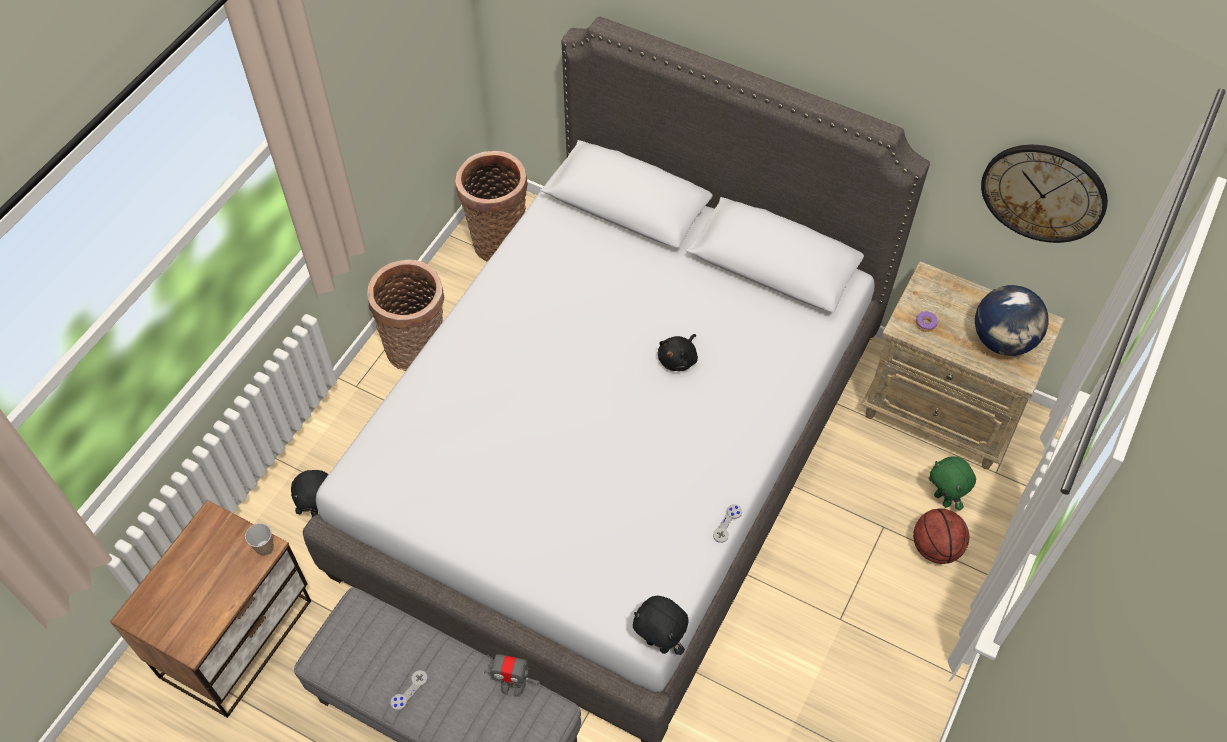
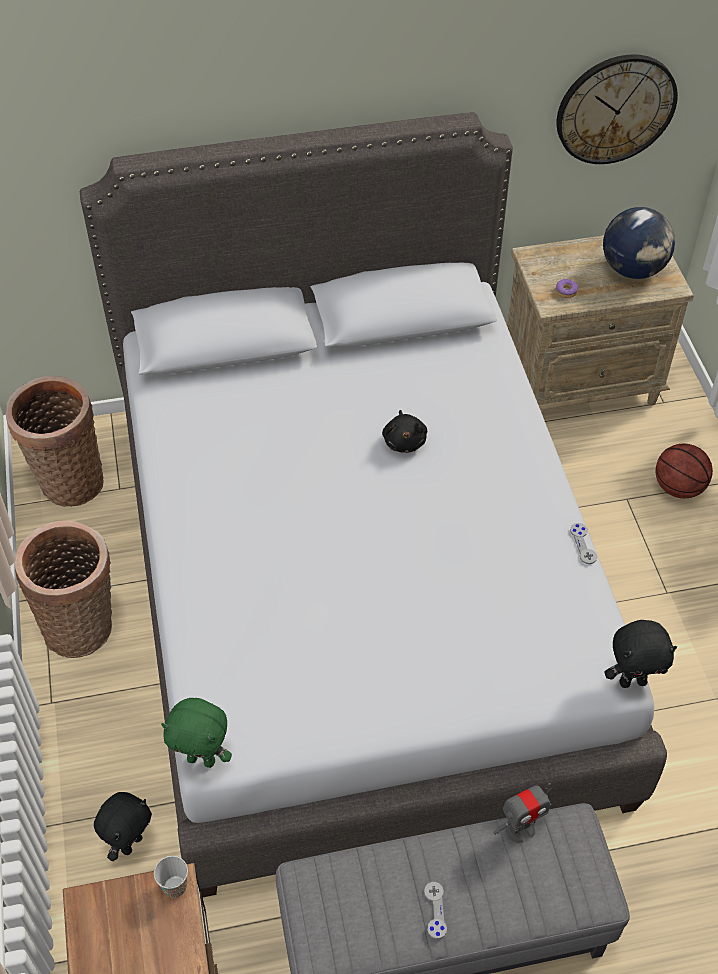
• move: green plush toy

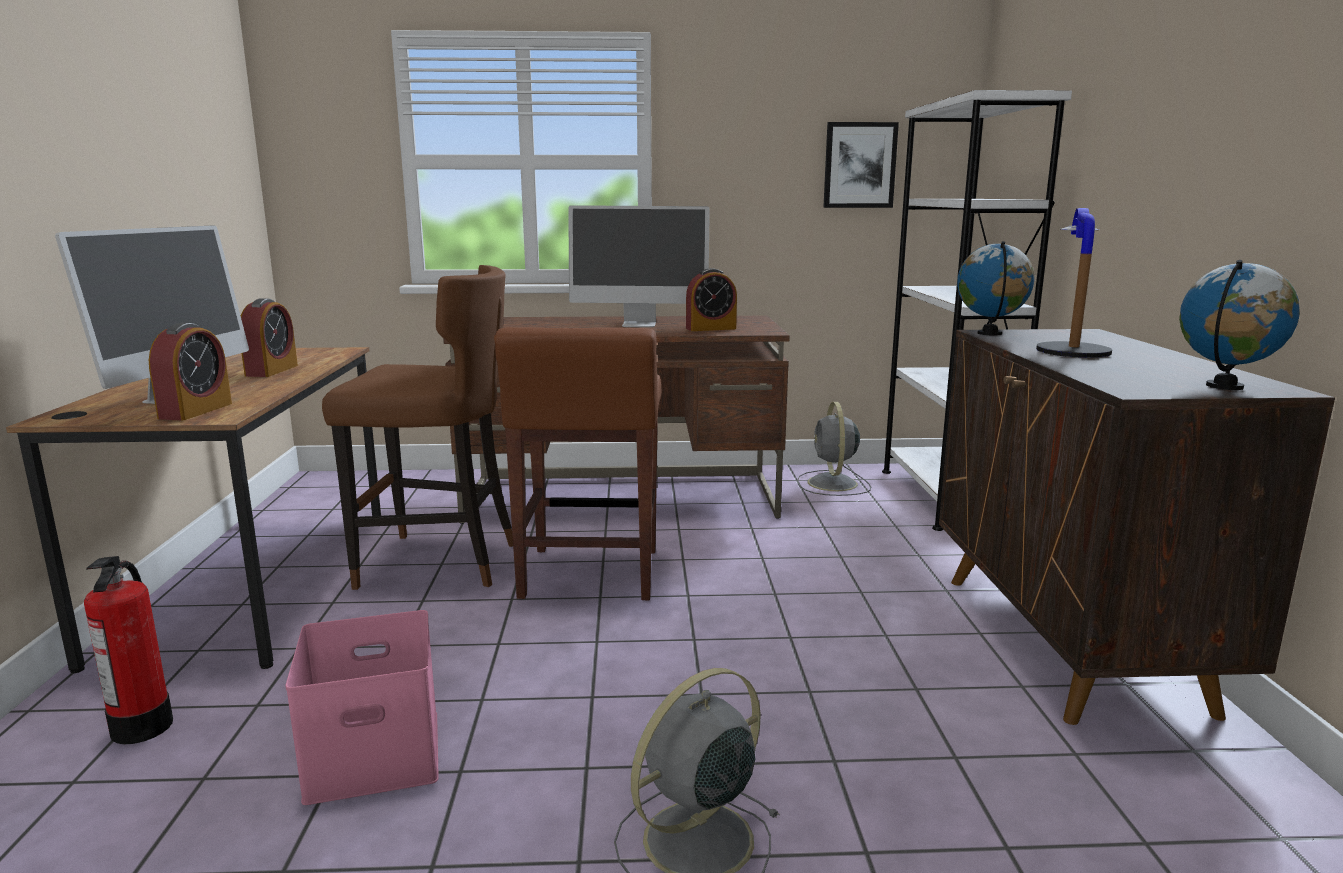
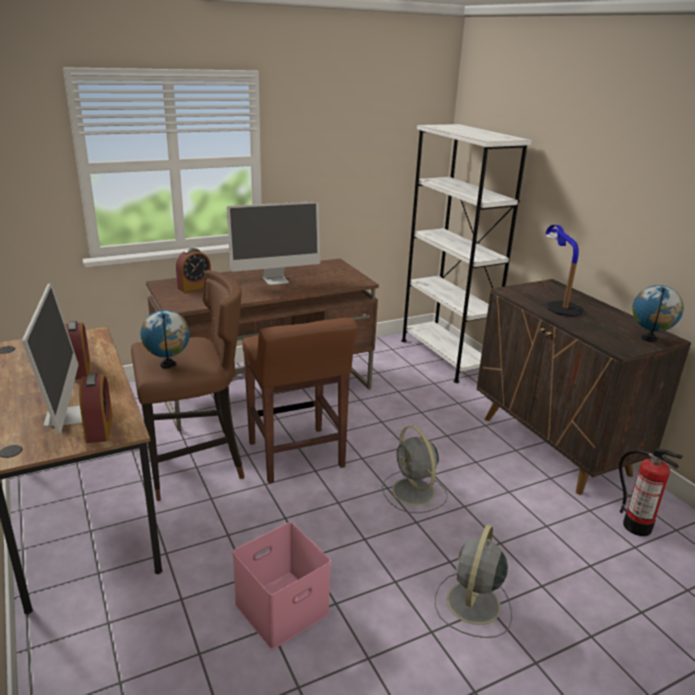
• delete: picture
• move: globe (1st from left)
• move: alarm clock (3rd from left)
• move: grey fan (2nd from left in the first image) to grey fan (1st from left)
• move: fire extinguisher

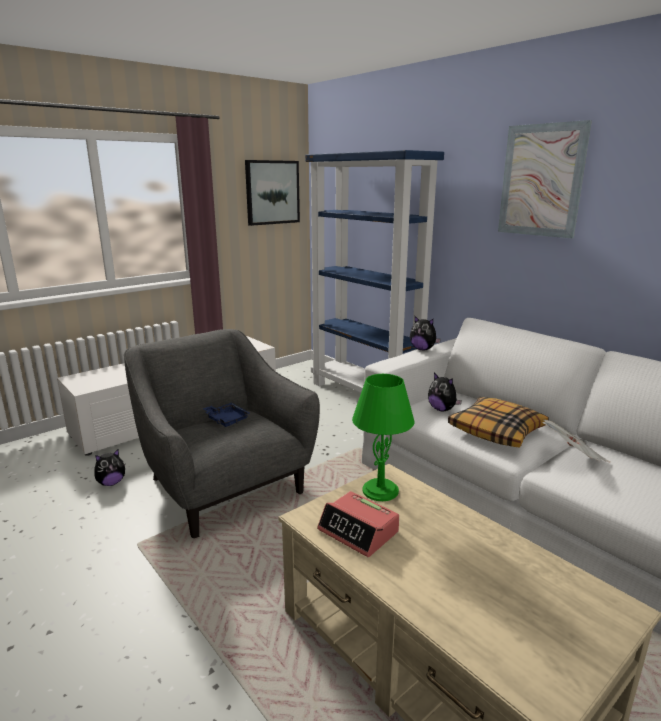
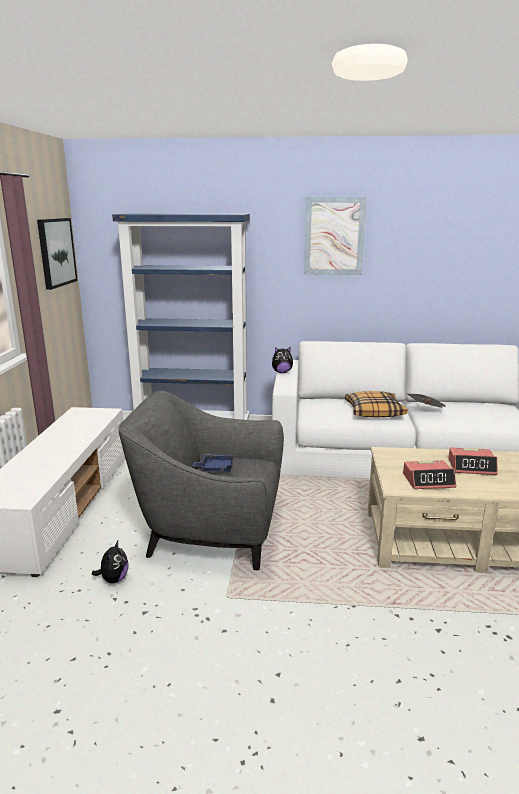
• delete: plush toy (3rd from left)
• delete: green table lamp
• insert: alarm clock (2nd from left)

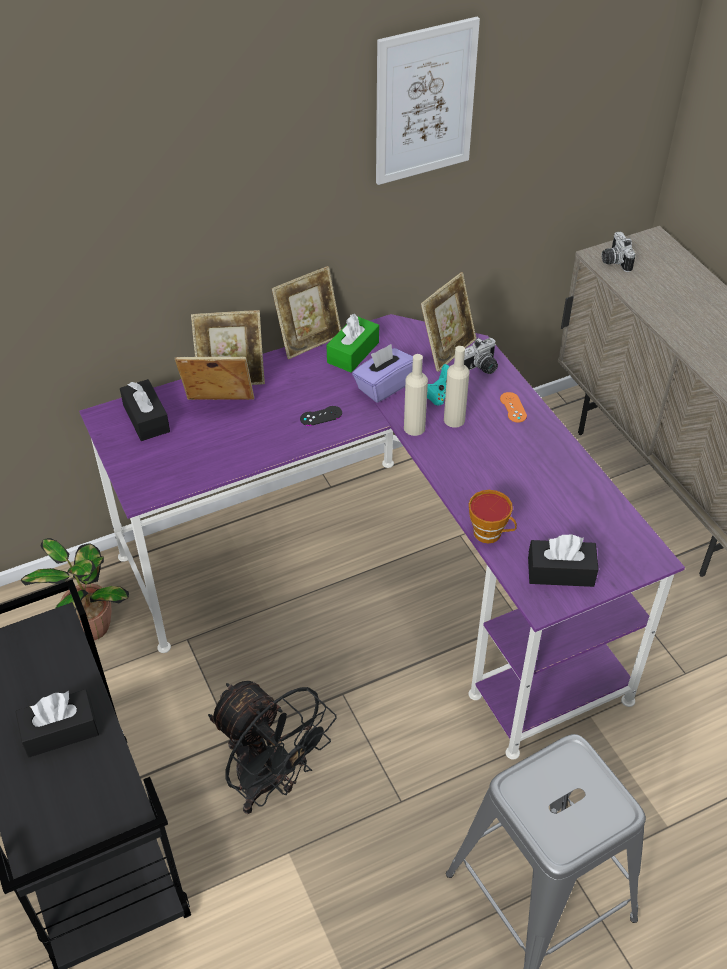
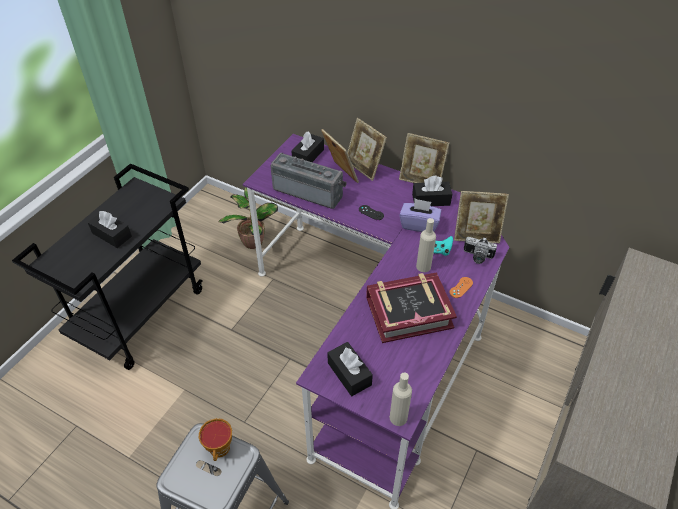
• delete: picture
• delete: photo camera (2nd from left)
• recolor: green tissue box to black tissue box (4th from left)
• move: beige bottle (1st from left)
• move: cup
• delete: black fan
• insert: radio
• insert: book

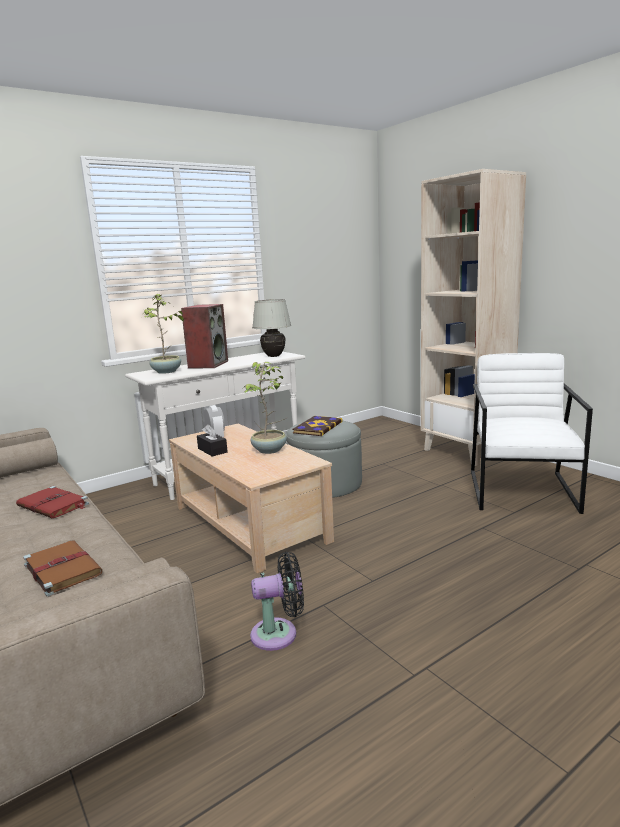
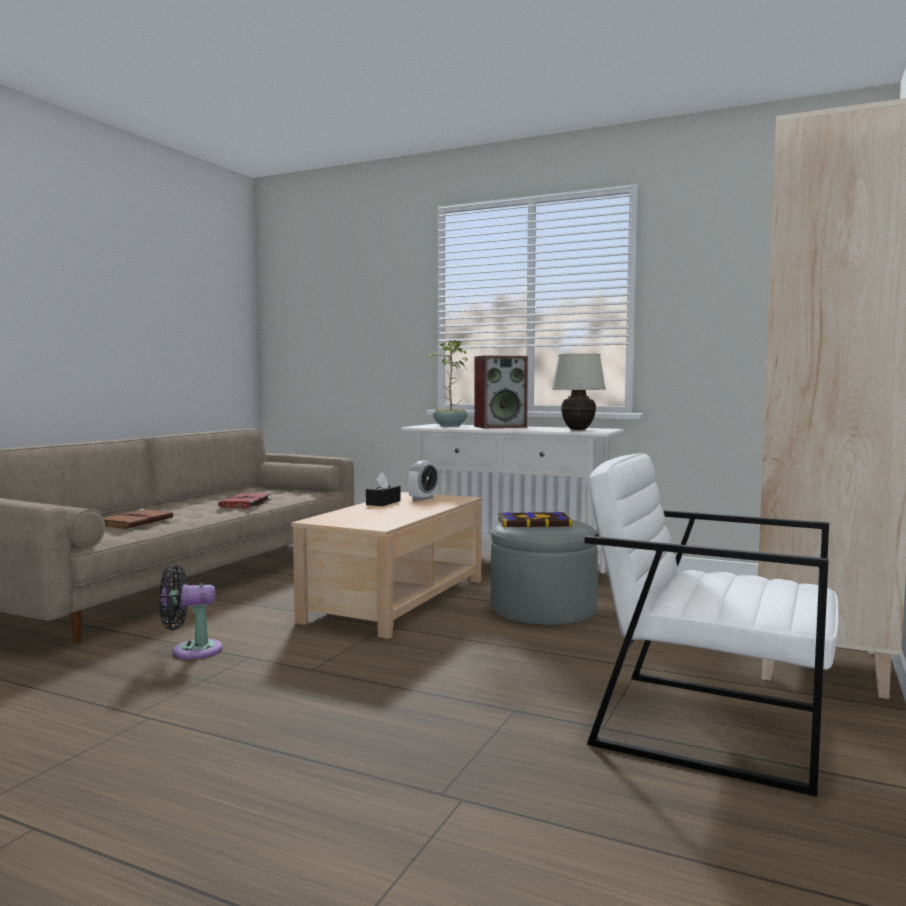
• rotate: white armchair 135 degrees counterclockwise
• delete: potted plant (2nd from left)
• rotate: black fan 120 degrees clockwise

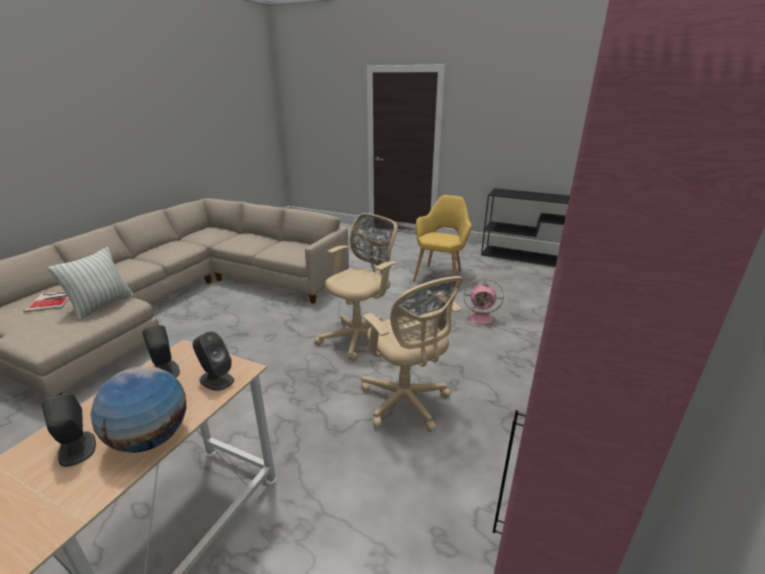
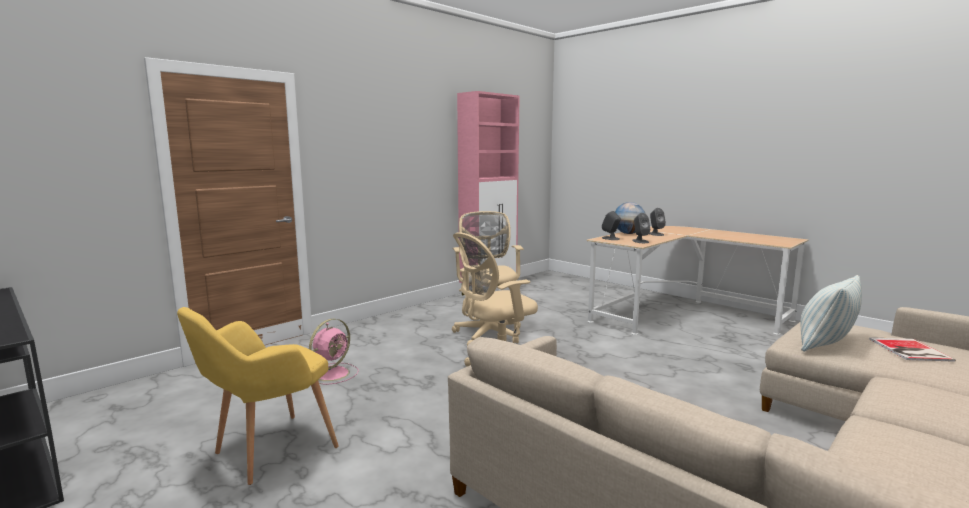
• rotate: pink fan 90 degrees clockwise

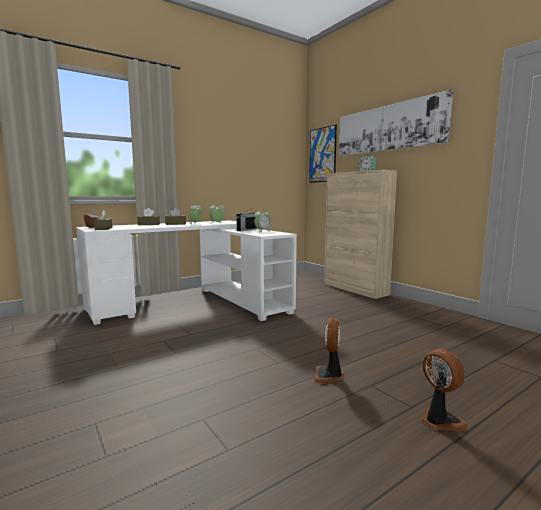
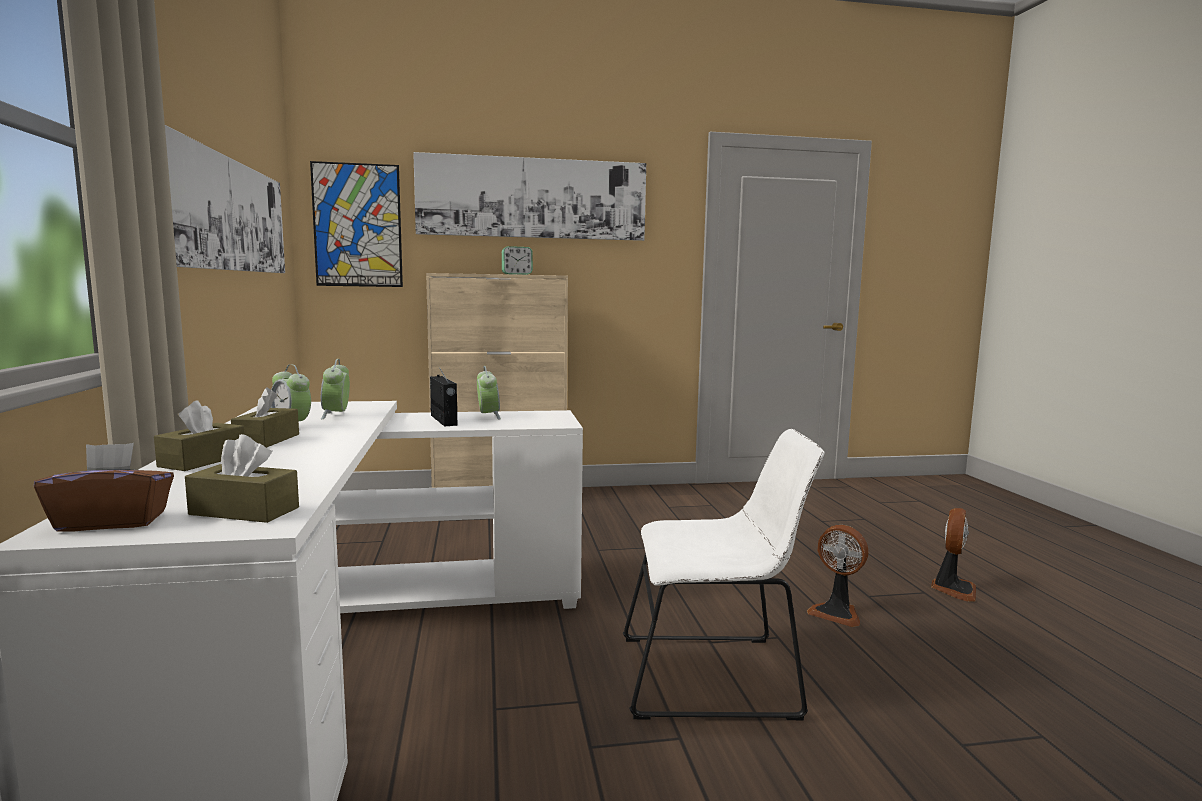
• rotate: fan (2nd from left) 120 degrees clockwise
• insert: picture (1st from left)
• insert: white chair

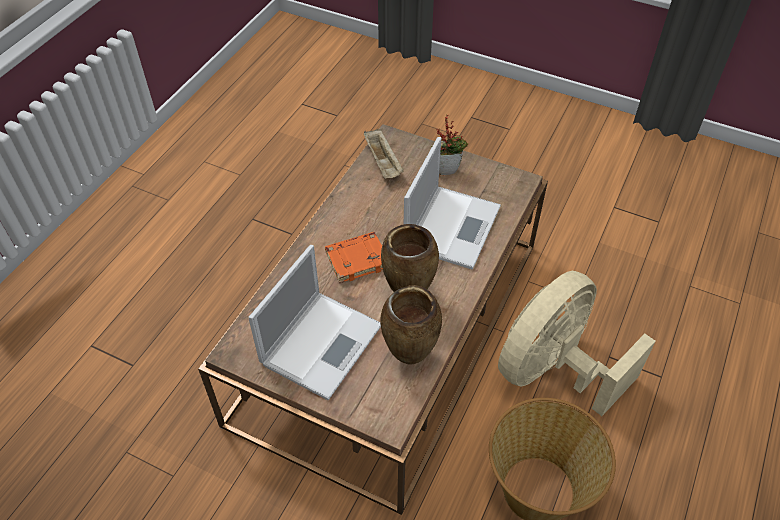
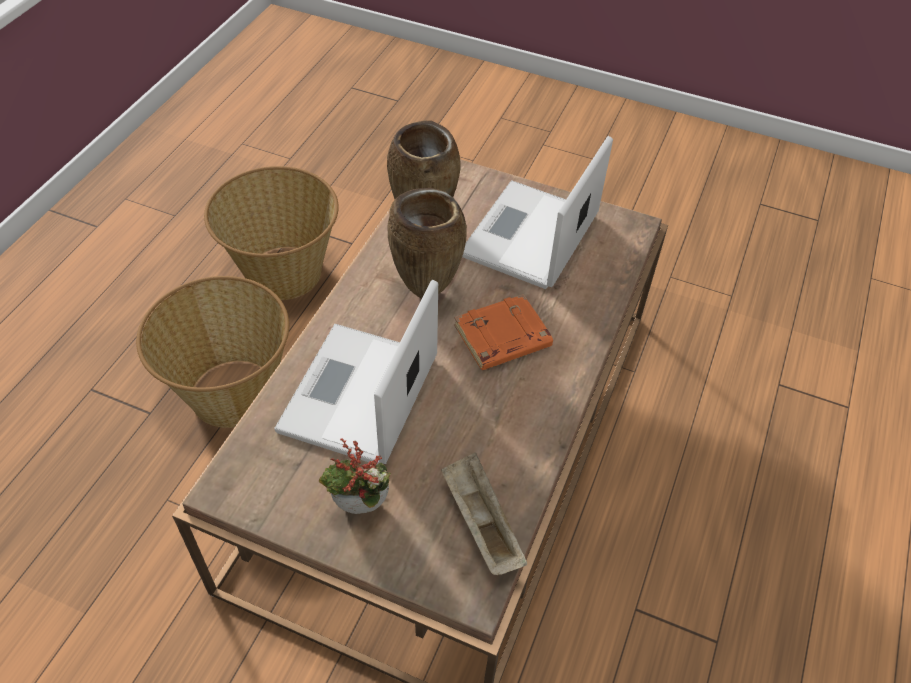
• replace: beige fan to basket (1st from left)

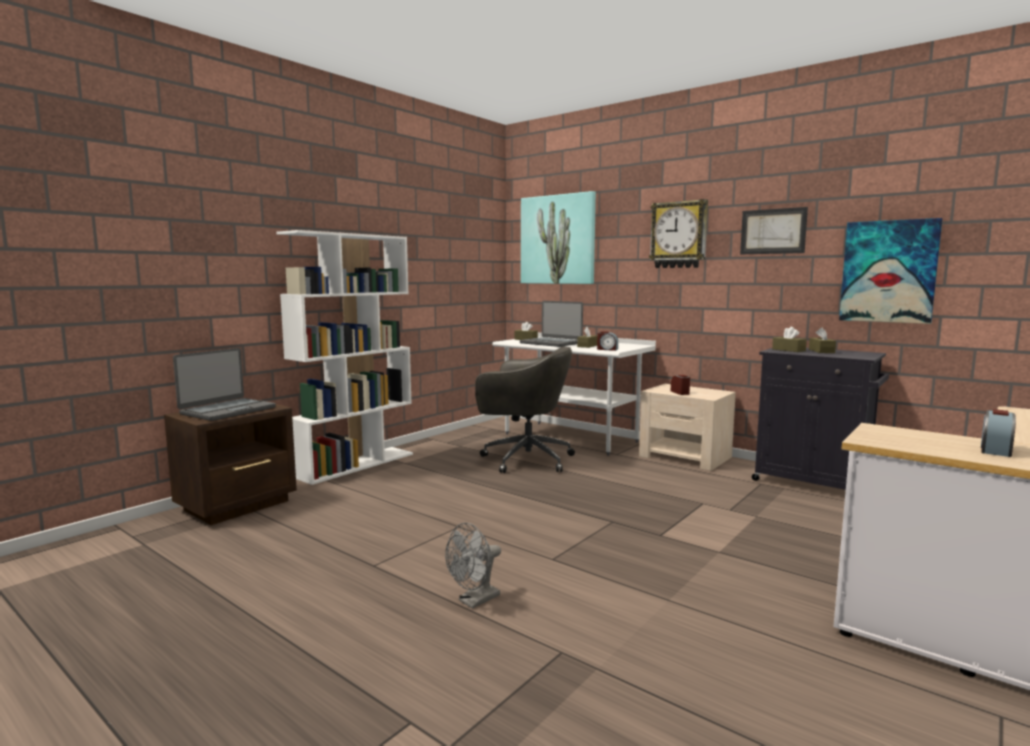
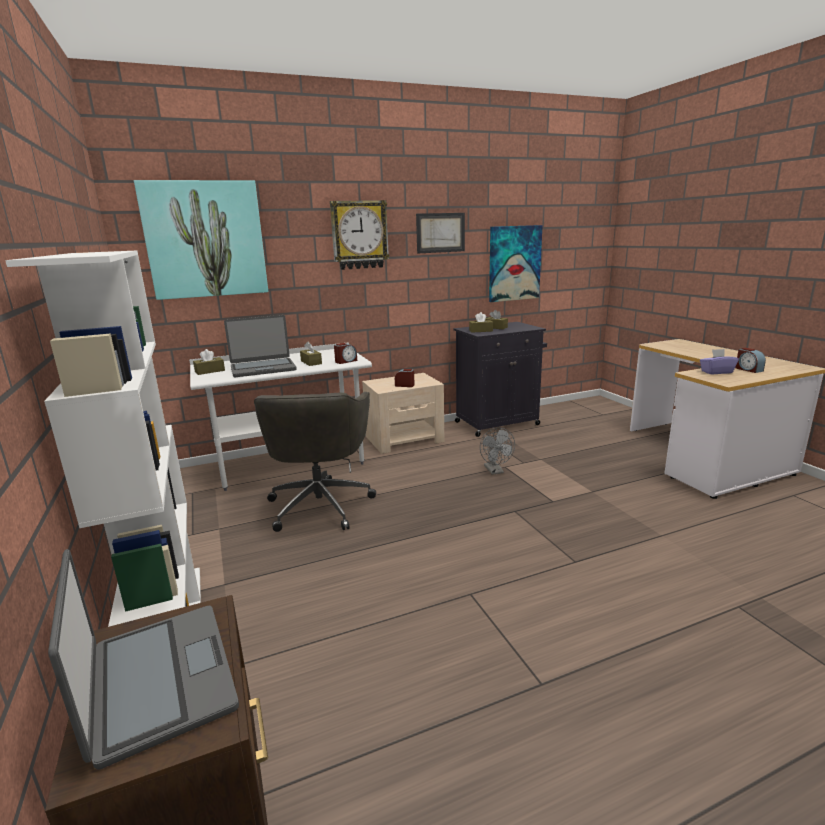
• rotate: grey office chair 135 degrees clockwise
• move: grey fan
• insert: purple tissue box

